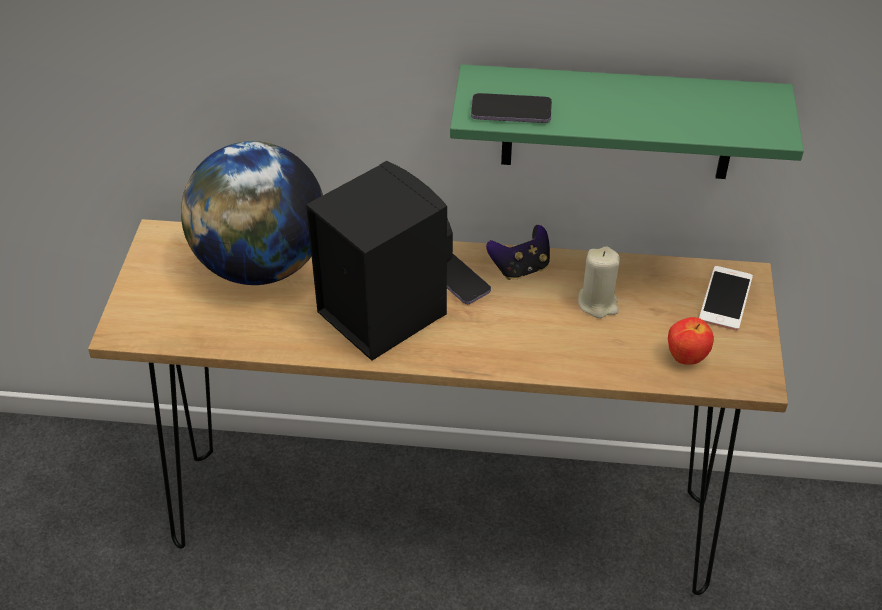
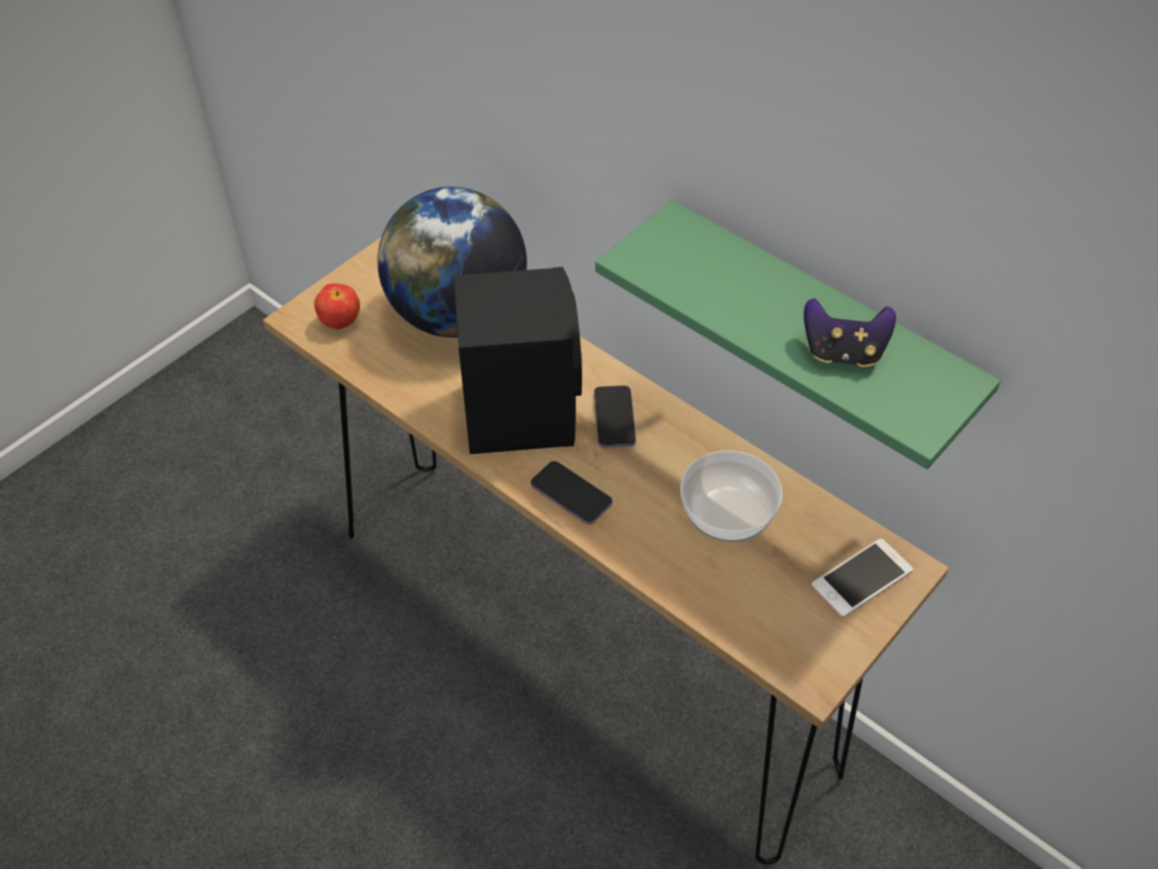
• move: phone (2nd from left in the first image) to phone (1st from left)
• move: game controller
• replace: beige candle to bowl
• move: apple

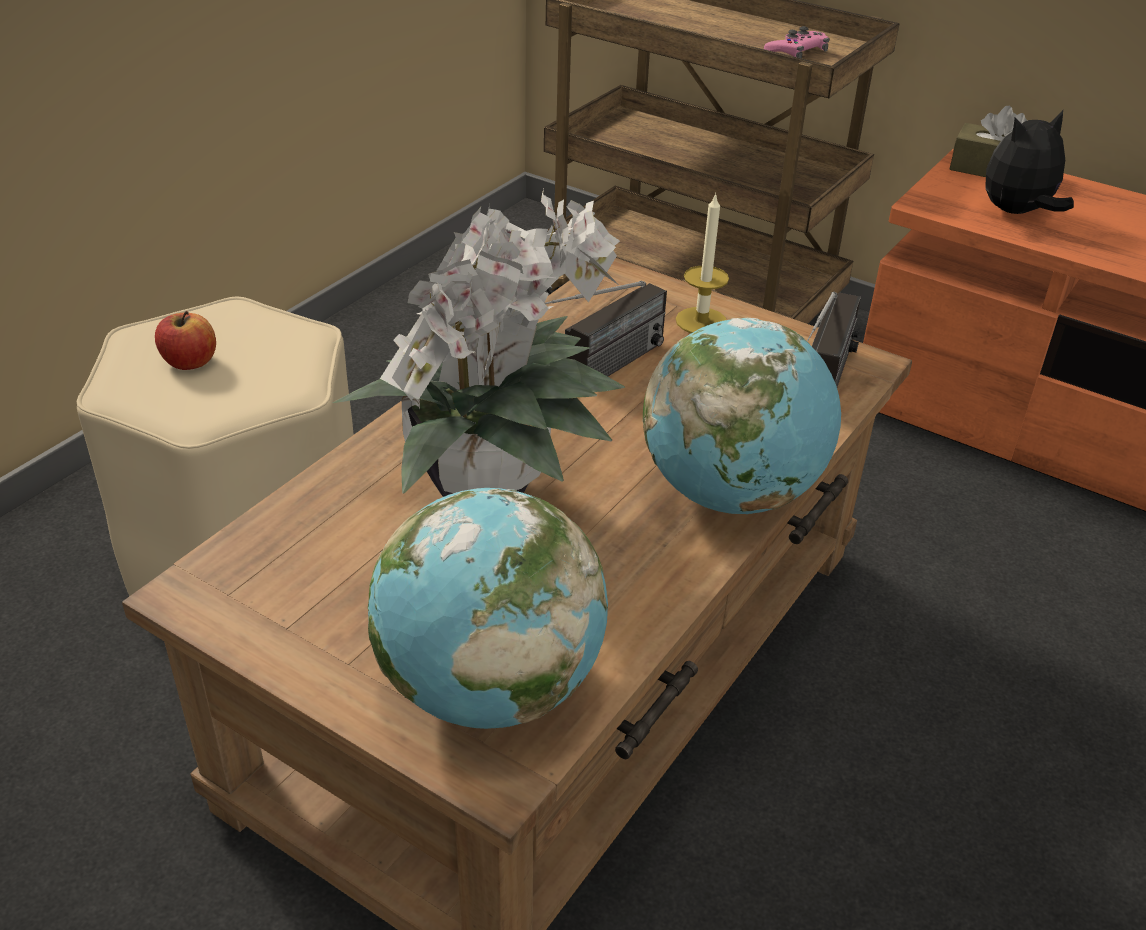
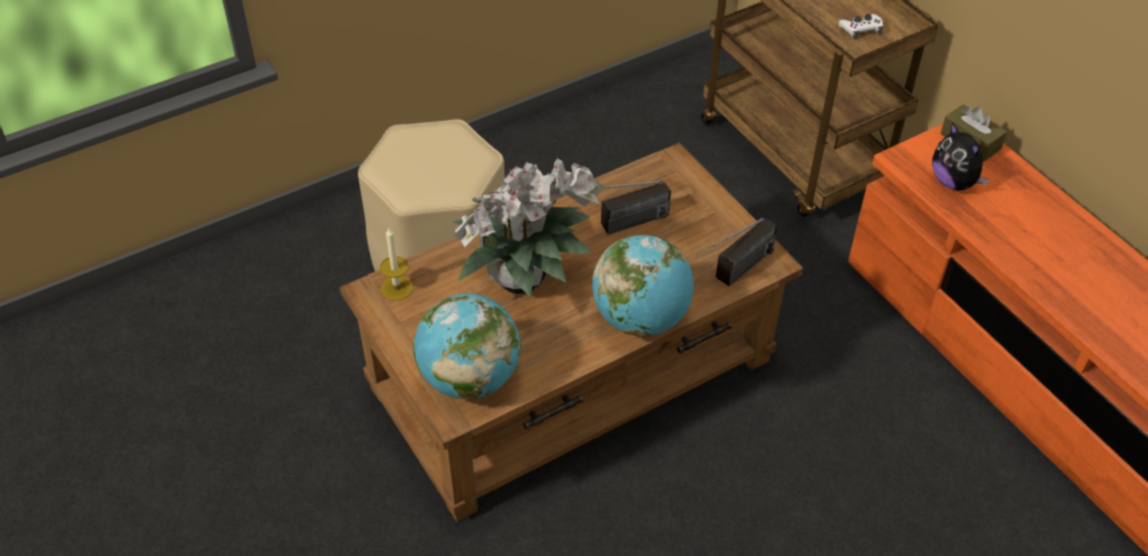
• recolor: pink game controller to white game controller
• rotate: plush toy 120 degrees counterclockwise
• move: candle
• delete: apple

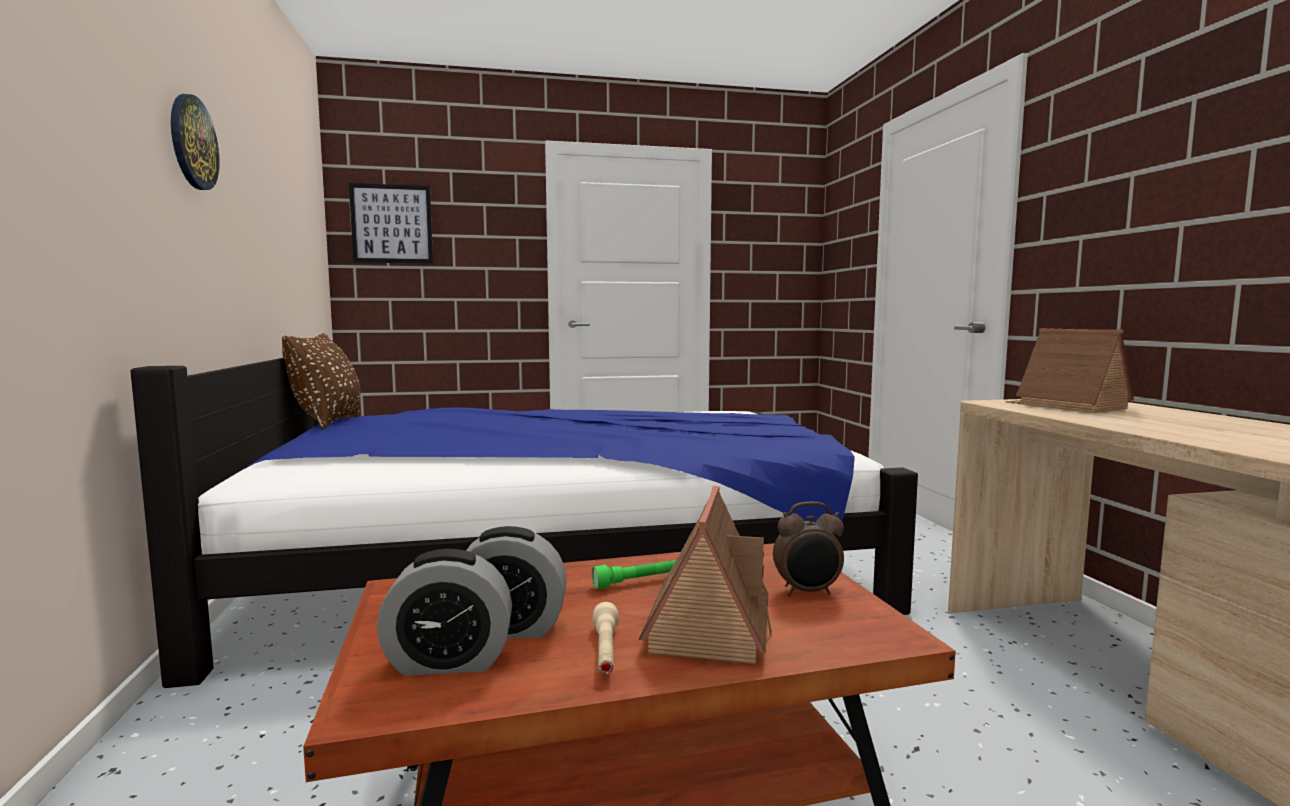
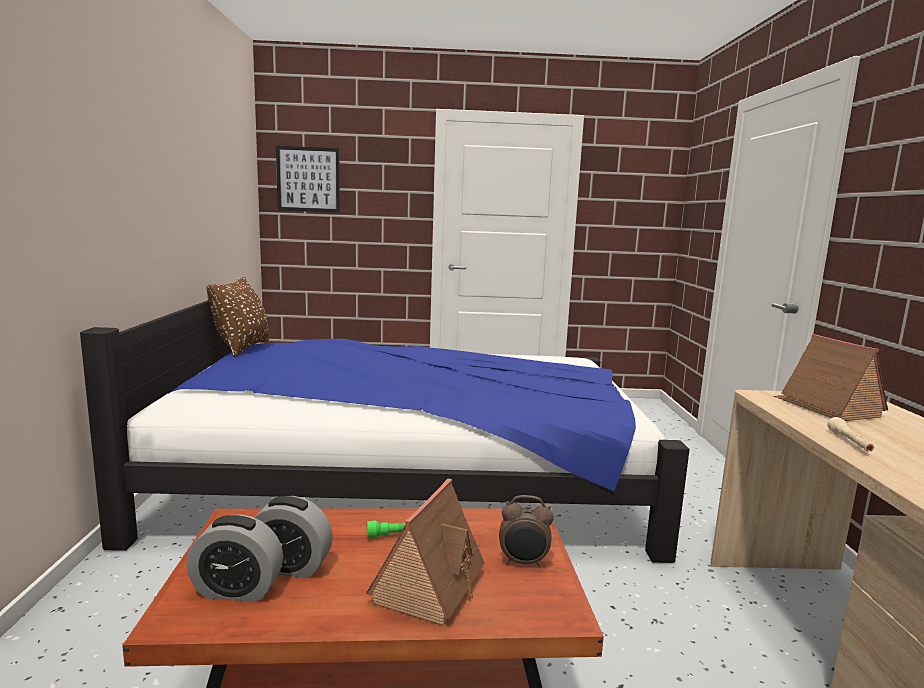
• delete: wall clock
• move: beige flashlight

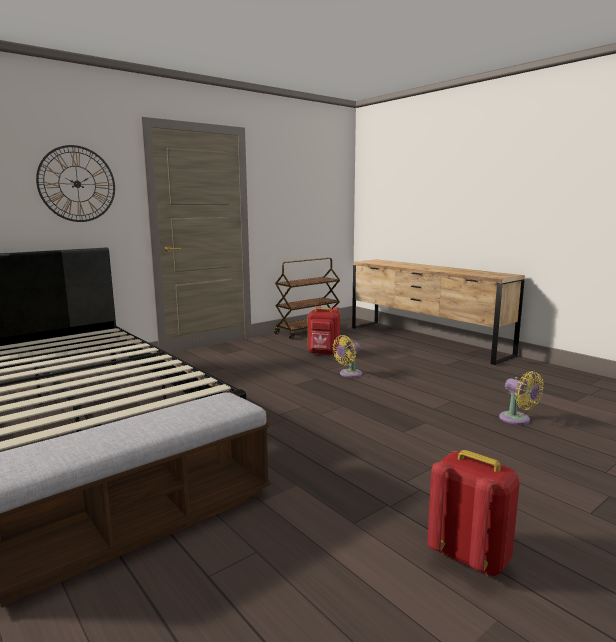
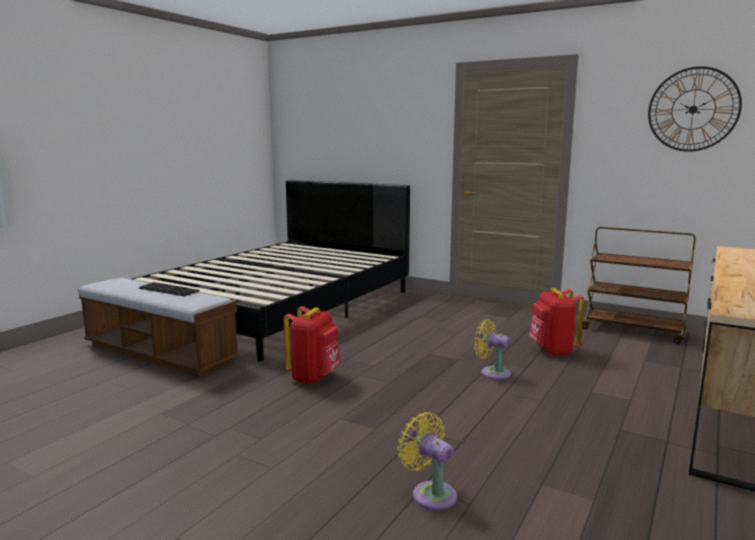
• move: wall clock
• rotate: yellow fan (2nd from left in the first image) 105 degrees clockwise
• move: red backpack (2nd from left in the first image) to red backpack (1st from left)
• insert: keyboard

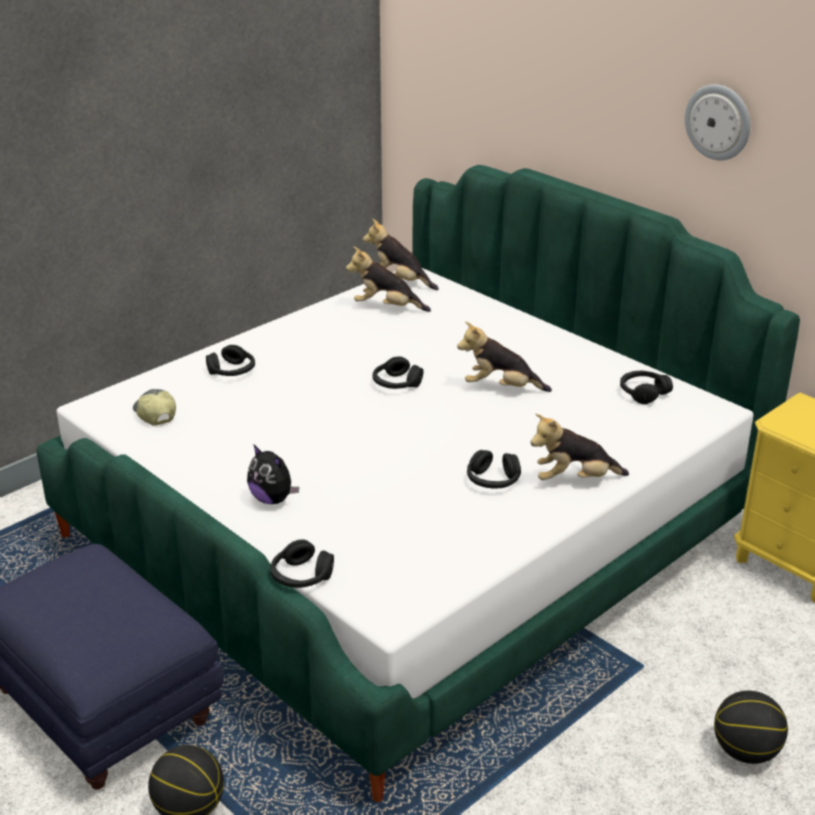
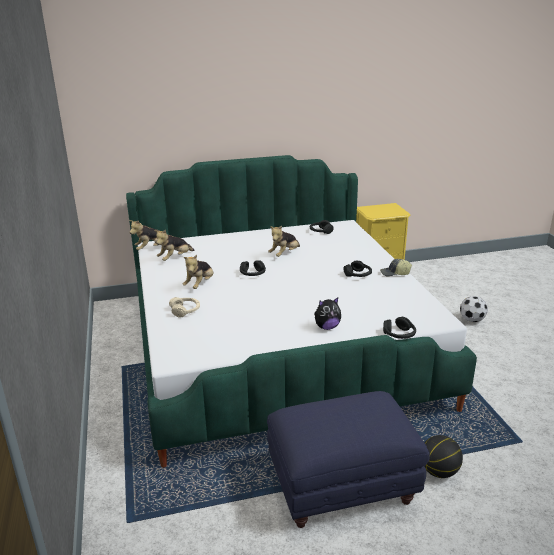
• delete: wall clock
• recolor: black headphones (1st from left) to beige headphones
• move: cap
• move: plush toy (5th from left in the first image) to plush toy (3rd from left)
• replace: basketball (2nd from left) to football

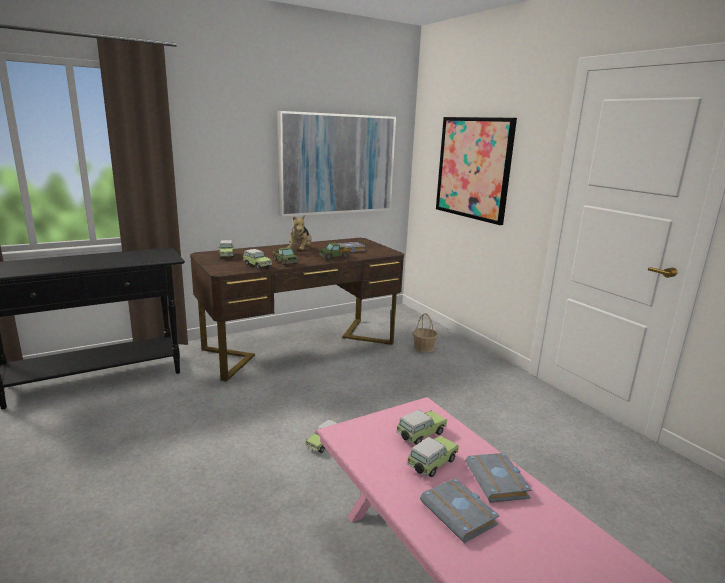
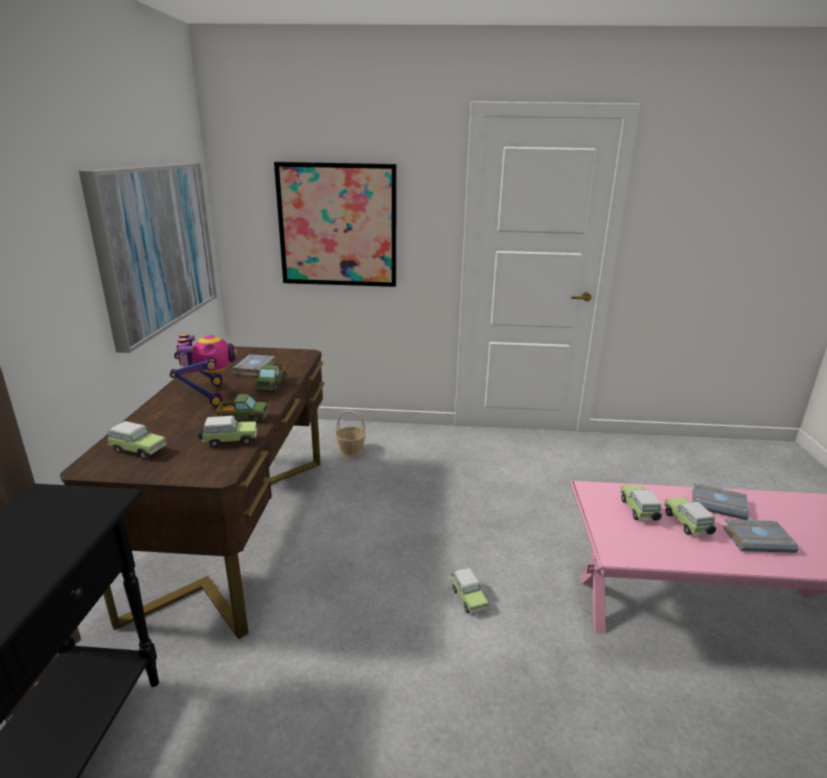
• replace: plush toy to toy robot

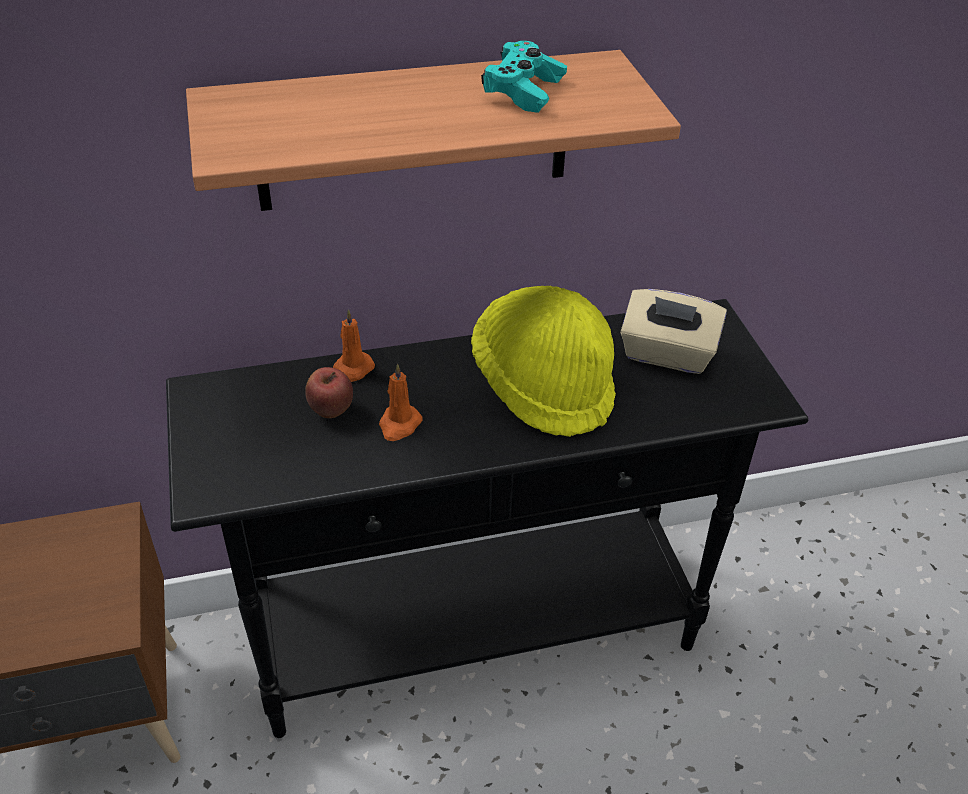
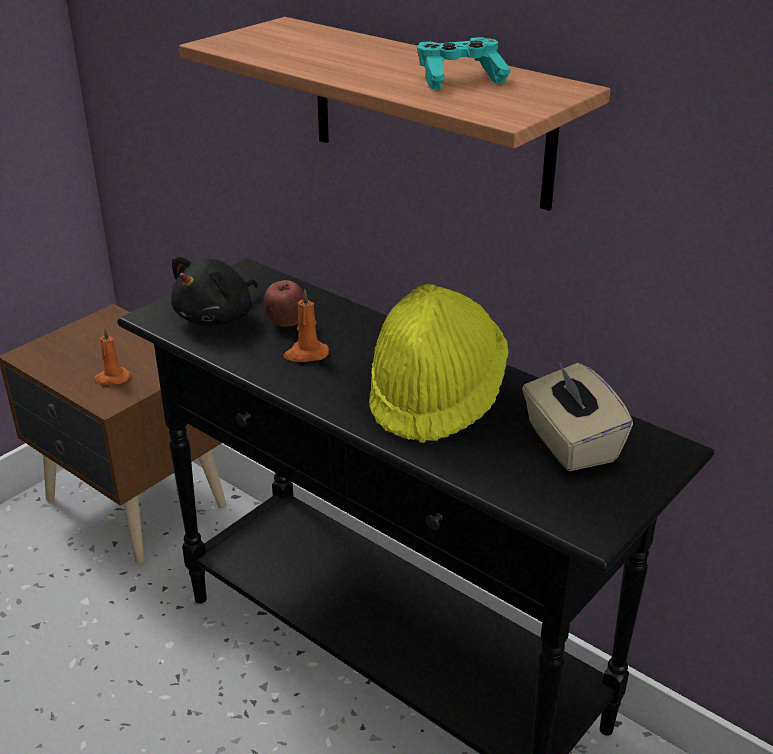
• move: orange candle (1st from left)
• insert: black plush toy

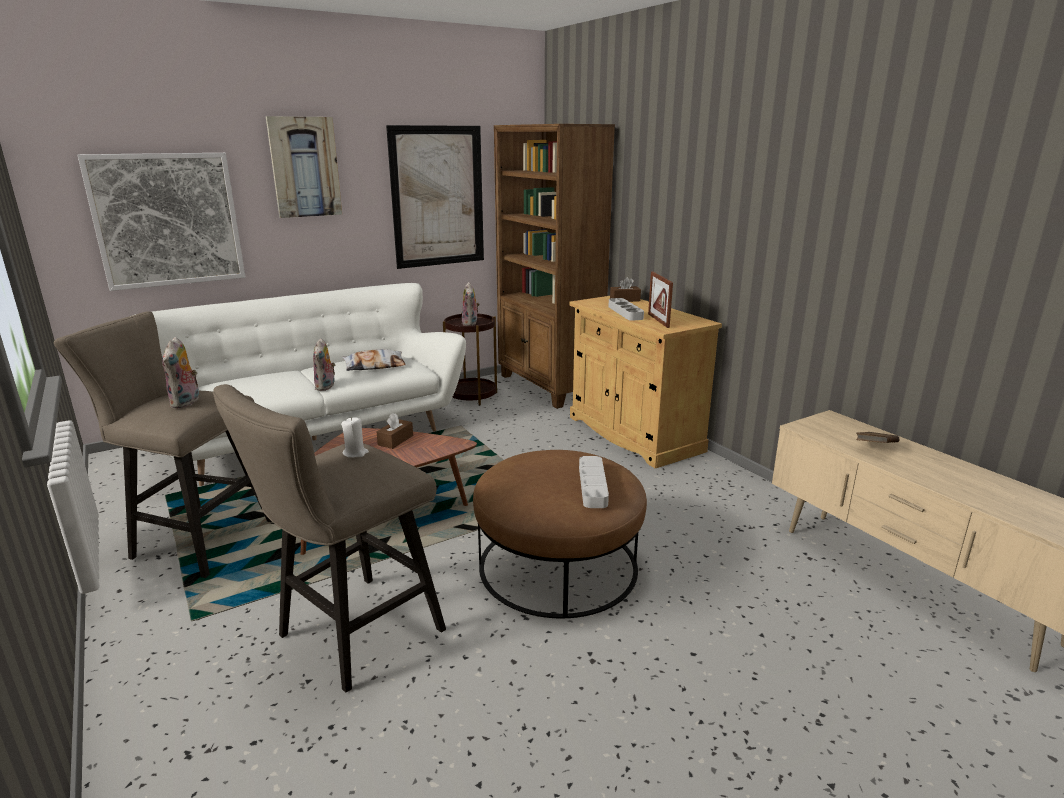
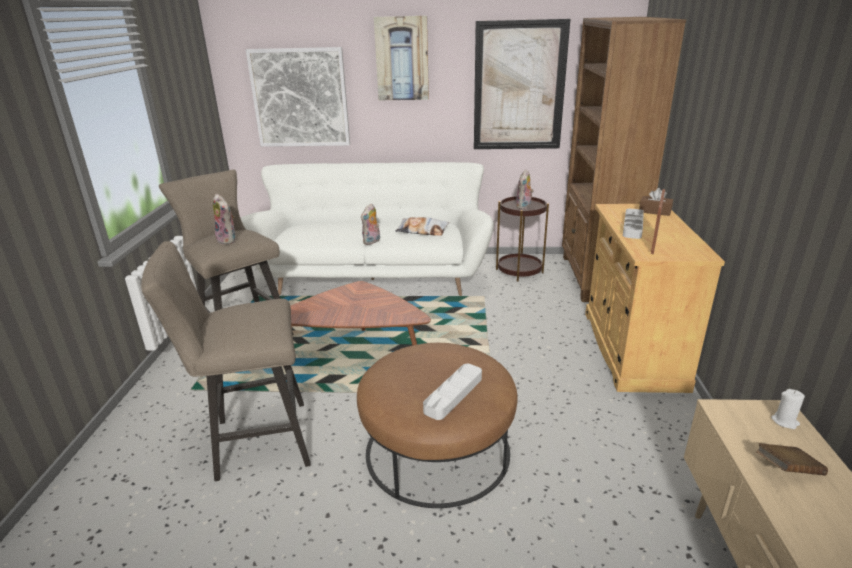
• rotate: plush toy (1st from left) 75 degrees counterclockwise
• delete: brown tissue box (1st from left)
• move: white candle

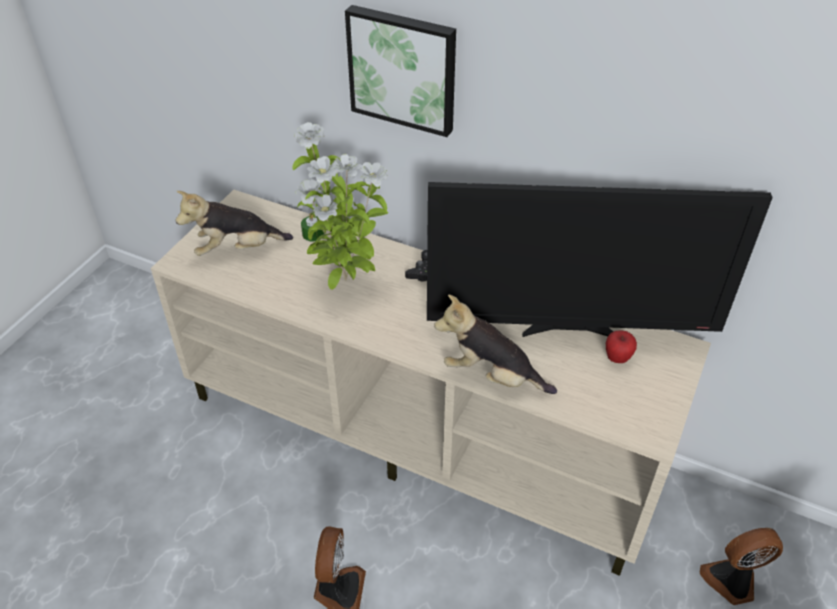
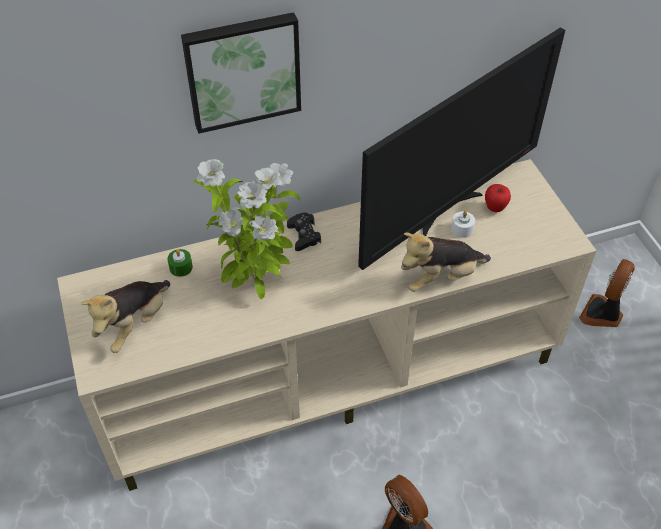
• insert: white candle

